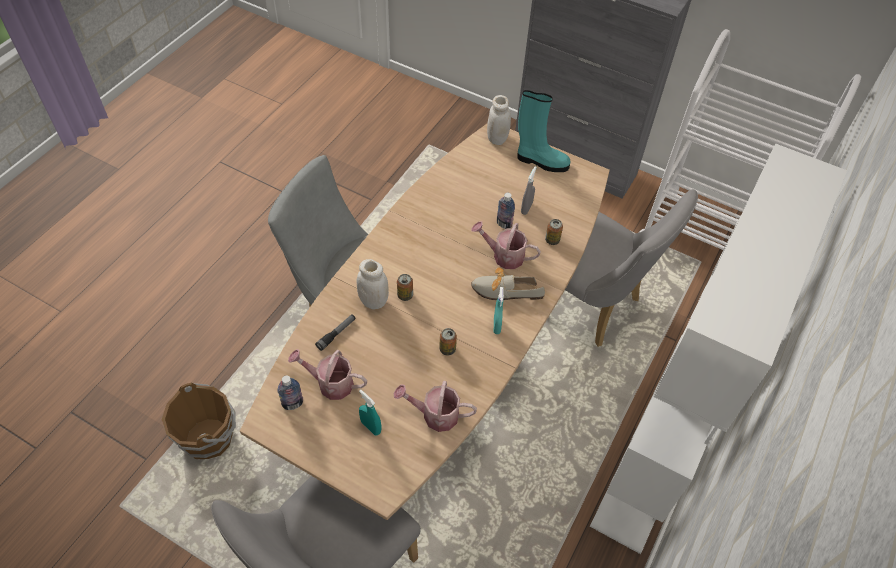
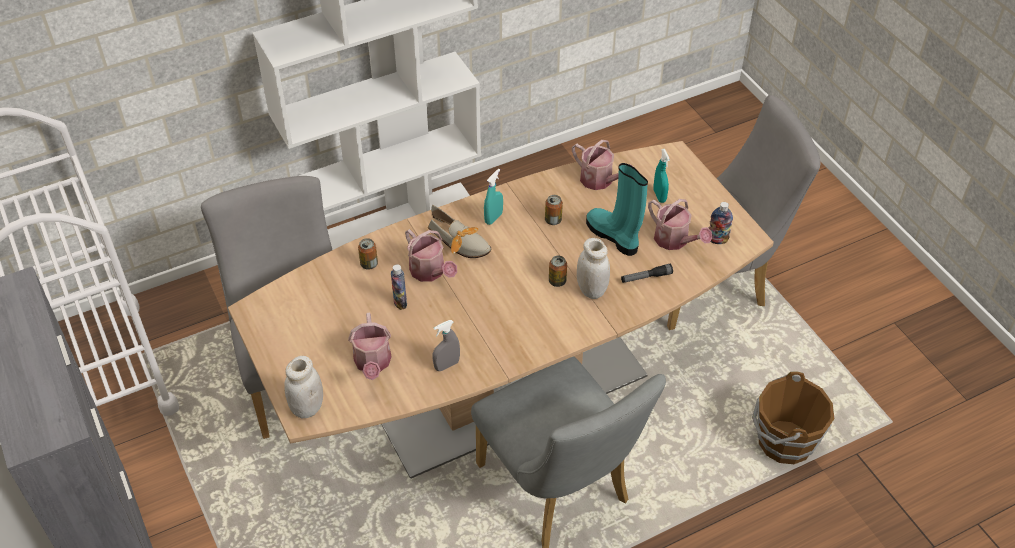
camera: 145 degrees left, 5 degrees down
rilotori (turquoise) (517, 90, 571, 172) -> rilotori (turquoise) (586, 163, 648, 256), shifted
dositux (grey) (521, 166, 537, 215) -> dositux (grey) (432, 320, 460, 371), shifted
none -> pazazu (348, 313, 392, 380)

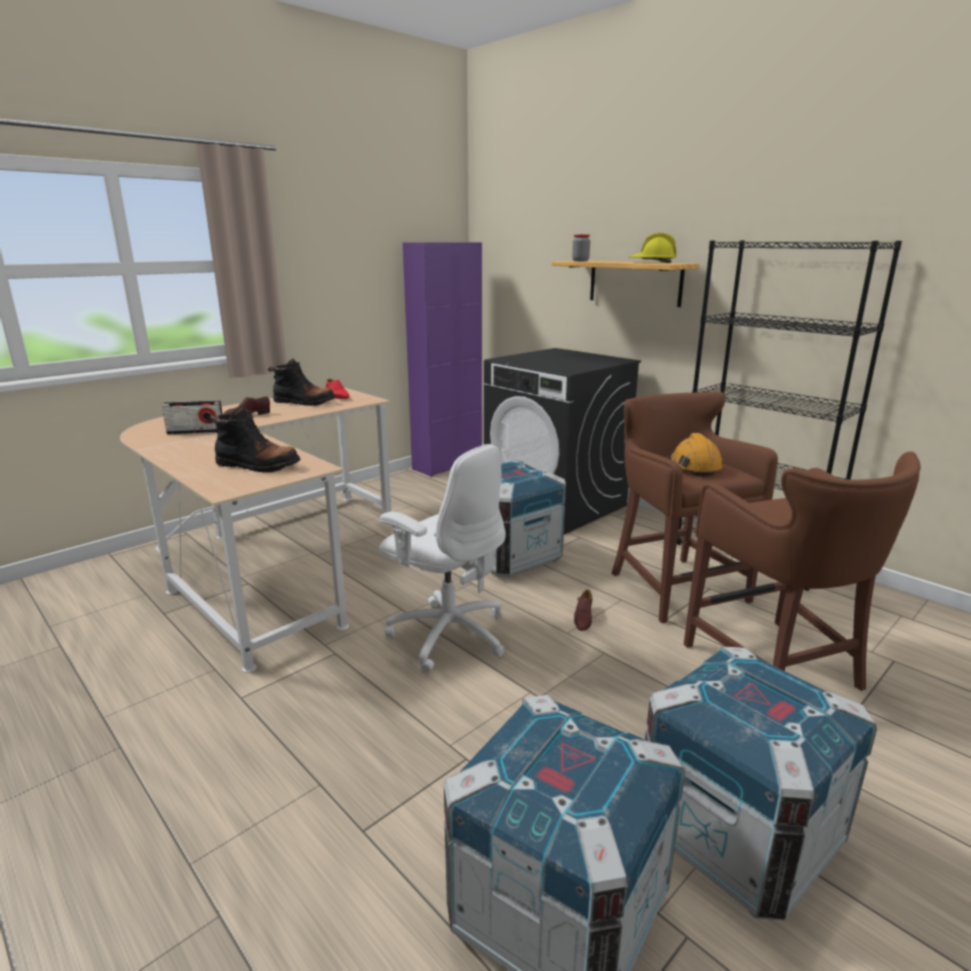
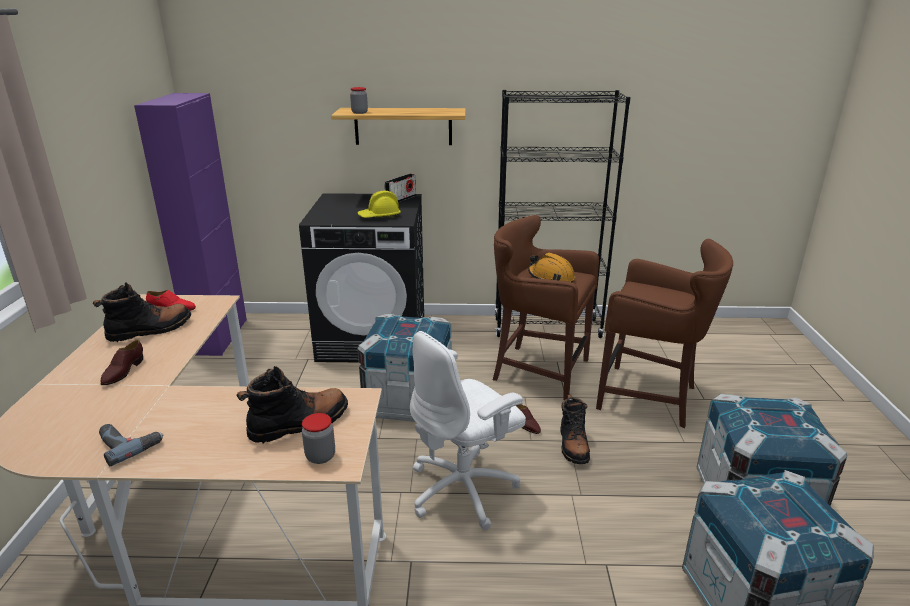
camera: 45 degrees left, 5 degrees up
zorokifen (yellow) (629, 233, 676, 263) -> zorokifen (yellow) (357, 191, 401, 218), shifted
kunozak (162, 400, 222, 434) -> kunozak (384, 174, 416, 202), shifted
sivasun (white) (379, 444, 506, 673) -> sivasun (white) (410, 331, 526, 530), 150 degrees clockwise
none -> rilotori (black) (560, 395, 590, 464)
none -> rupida (302, 413, 335, 464)
none -> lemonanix (99, 424, 163, 467)

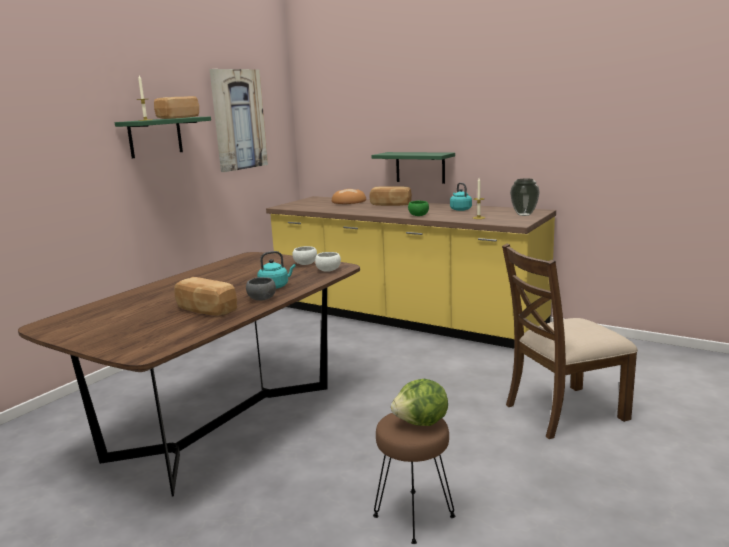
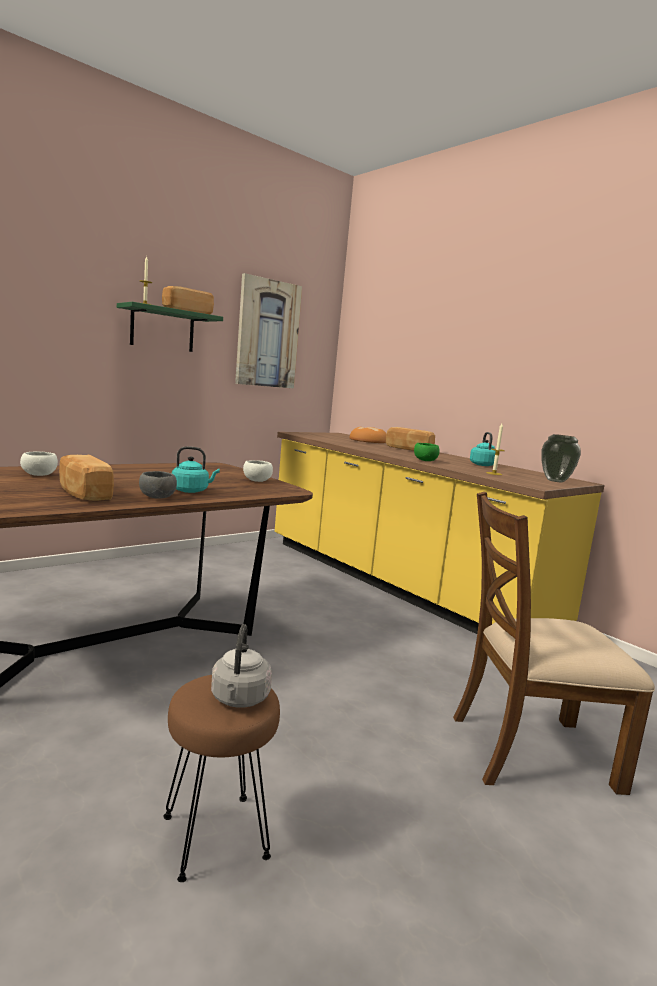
camera: 15 degrees right, 5 degrees down
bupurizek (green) (371, 152, 455, 184) -> none
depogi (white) (315, 252, 341, 272) -> depogi (white) (20, 451, 58, 476), shifted
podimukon (391, 379, 448, 426) -> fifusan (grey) (211, 624, 272, 708)

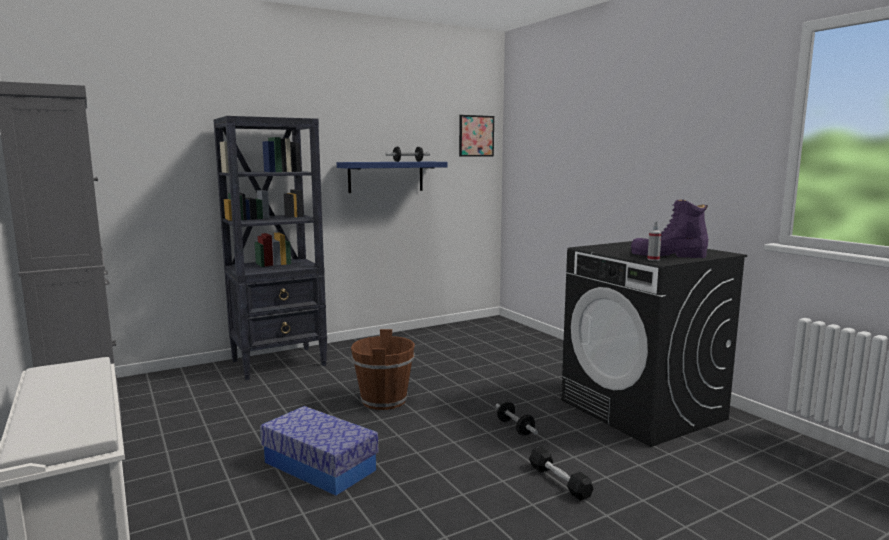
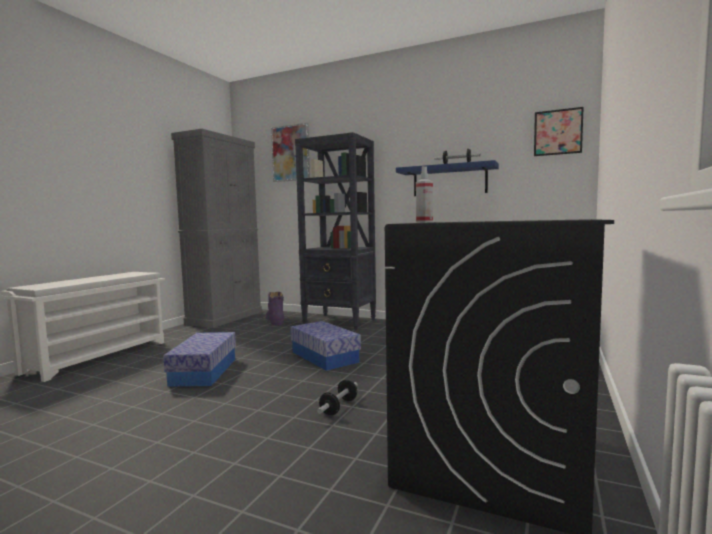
camera: 55 degrees right, 5 degrees down
rilotori (purple) (631, 199, 708, 258) -> rilotori (purple) (266, 292, 284, 325), shifted
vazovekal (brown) (351, 329, 415, 410) -> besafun (290, 321, 361, 371)
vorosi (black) (529, 447, 594, 501) -> none
none -> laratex (271, 123, 310, 182)

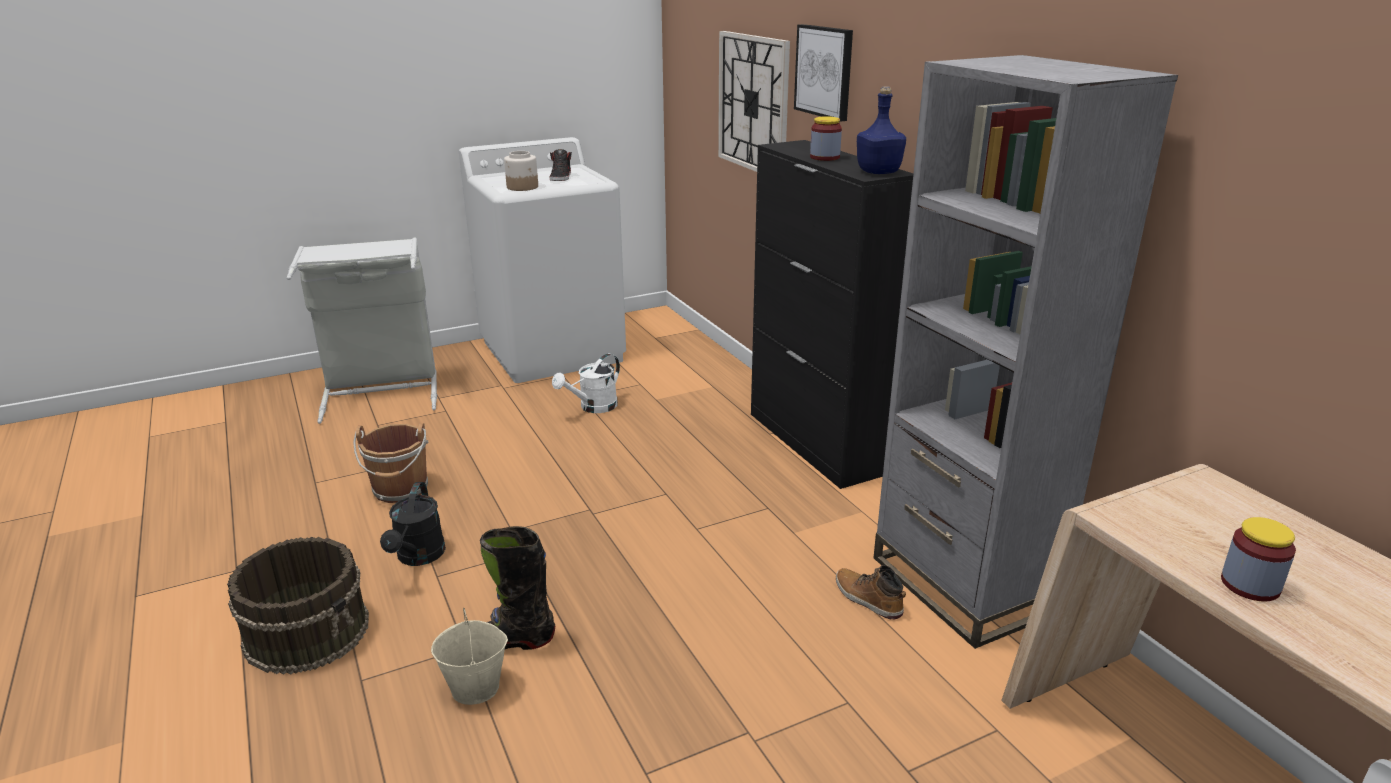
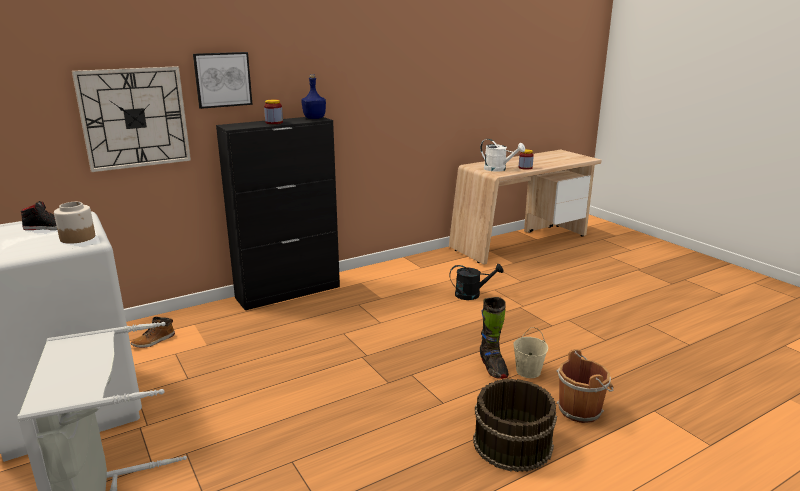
camera: 95 degrees left, 5 degrees down
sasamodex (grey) (873, 55, 1178, 649) -> none
pazazu (white) (552, 353, 620, 413) -> pazazu (white) (480, 139, 525, 172), shifted
vazovekal (brown) (353, 423, 428, 503) -> vazovekal (brown) (557, 349, 614, 423), shifted
pazazu (black) (380, 482, 446, 566) -> pazazu (black) (449, 264, 504, 300), shifted
rilotori (836, 565, 906, 620) -> rilotori (131, 317, 175, 348), shifted

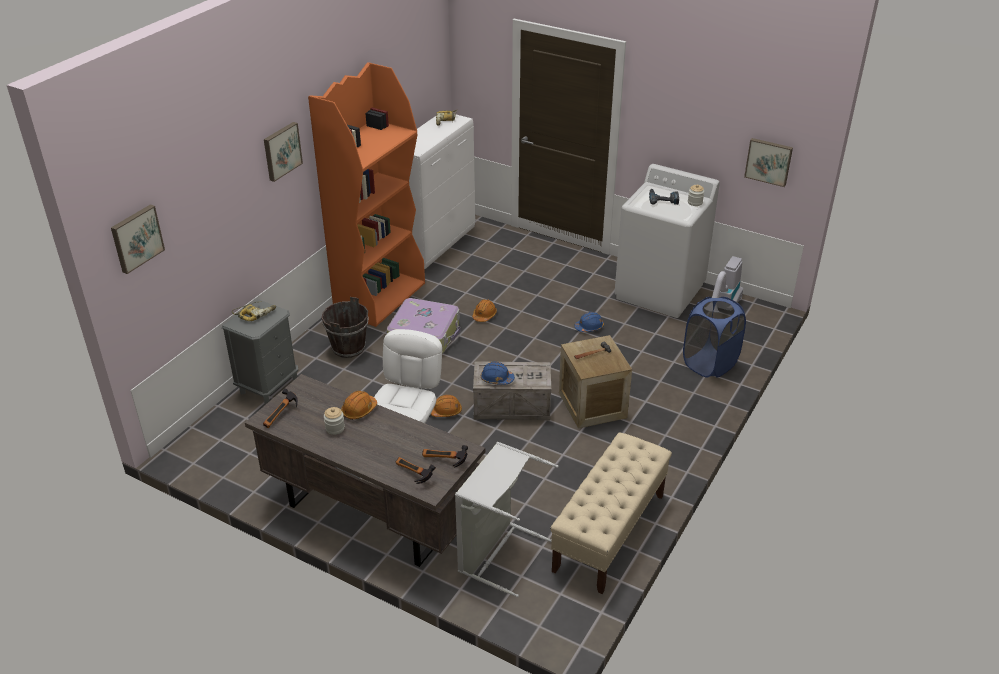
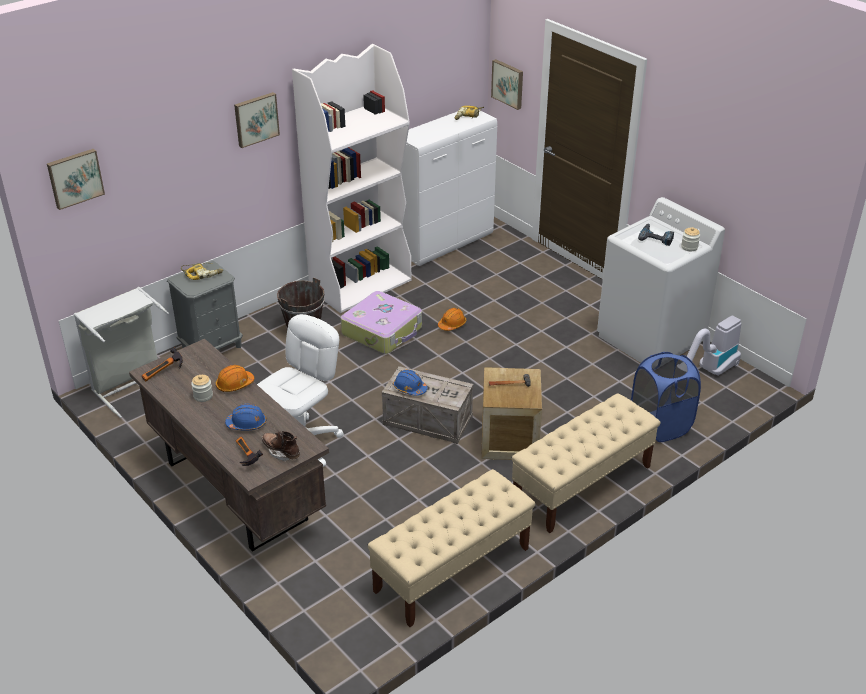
camera: 20 degrees right, 0 degrees up
sasamodex (orange) (308, 62, 425, 327) -> sasamodex (white) (292, 44, 411, 313)
laratex (744, 138, 793, 187) -> laratex (491, 59, 523, 110), shifted
zorokifen (blue) (574, 312, 604, 332) -> zorokifen (blue) (225, 404, 266, 431), shifted
zorokifen (orange) (430, 395, 462, 417) -> none
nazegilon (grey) (455, 442, 559, 597) -> nazegilon (grey) (74, 287, 169, 418), shifted
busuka (422, 445, 468, 467) -> rilotori (brown) (262, 431, 300, 462)
none -> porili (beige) (511, 393, 660, 533)

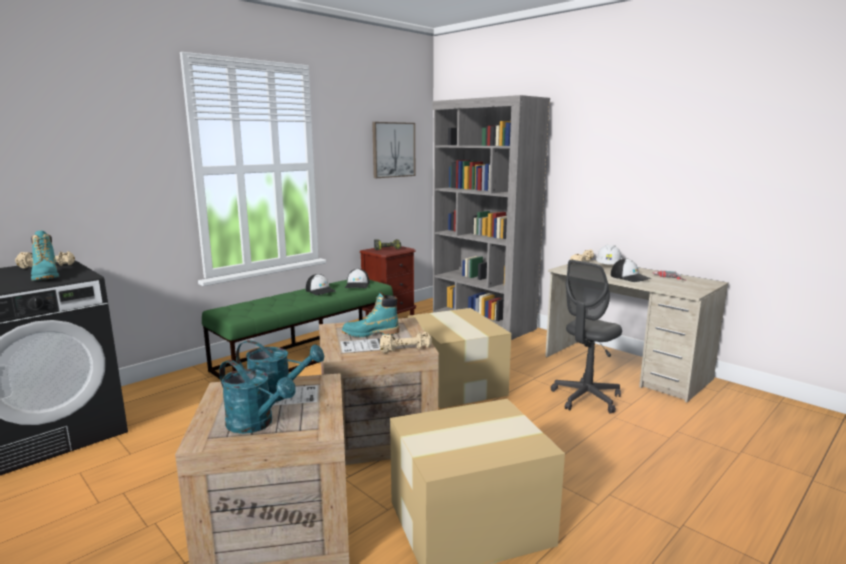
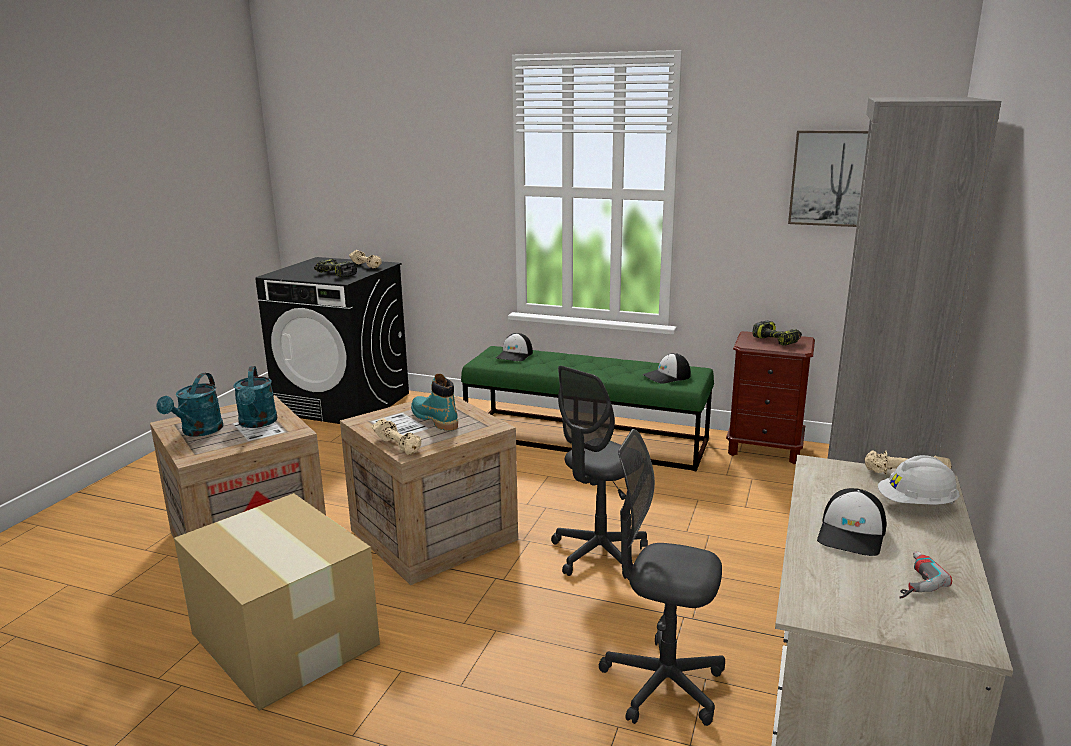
camera: 65 degrees right, 5 degrees up
rilotori (turquoise) (31, 231, 59, 281) -> lemonanix (314, 259, 357, 277)
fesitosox (306, 274, 336, 295) -> fesitosox (496, 333, 533, 361), shifted
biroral (408, 308, 511, 409) -> sivasun (grey) (551, 366, 648, 579)

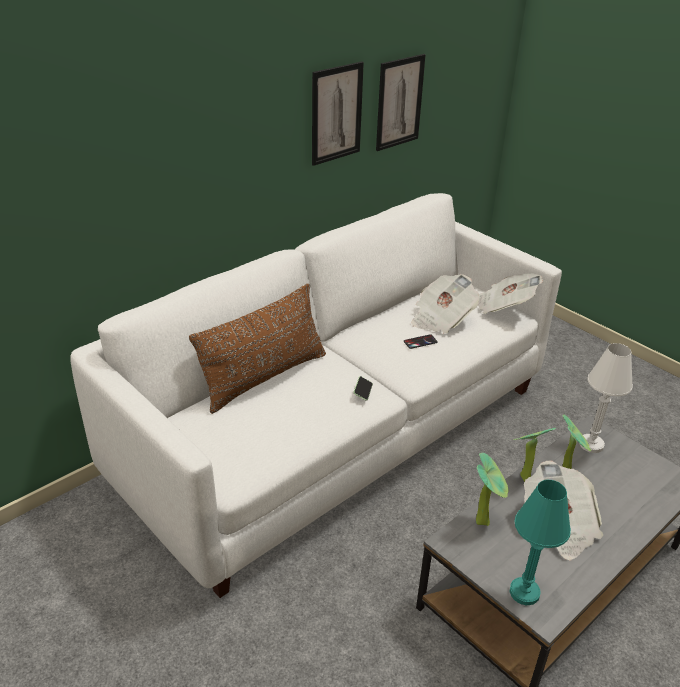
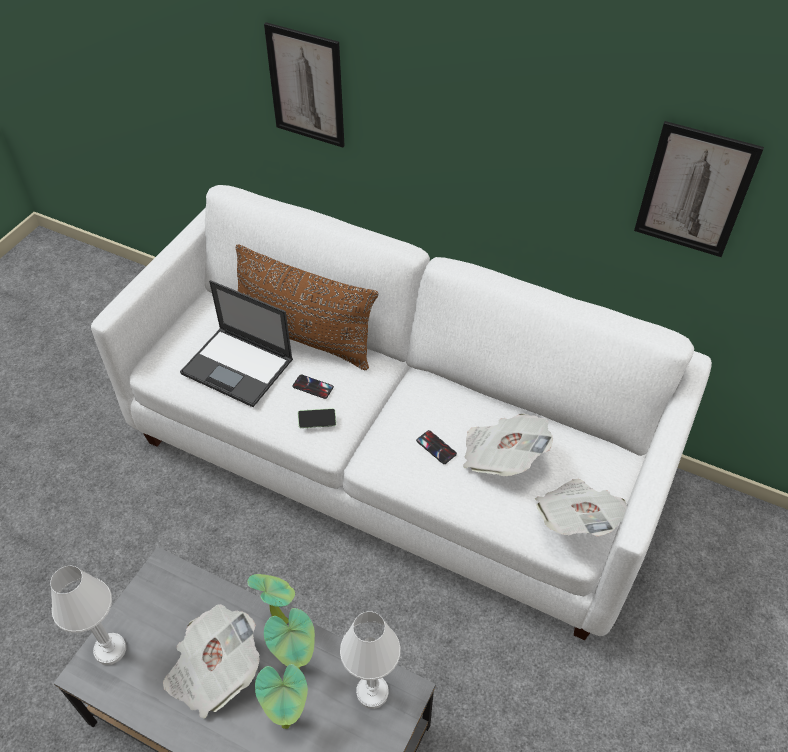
camera: 70 degrees right, 15 degrees up
laratex (312, 61, 364, 166) -> laratex (264, 22, 345, 148), shifted
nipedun (476, 453, 509, 526) -> nipedun (255, 664, 308, 729), shifted
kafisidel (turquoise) (509, 480, 571, 606) -> kafisidel (white) (50, 566, 126, 665)
none -> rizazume (180, 280, 293, 407)
none -> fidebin (292, 374, 334, 399)

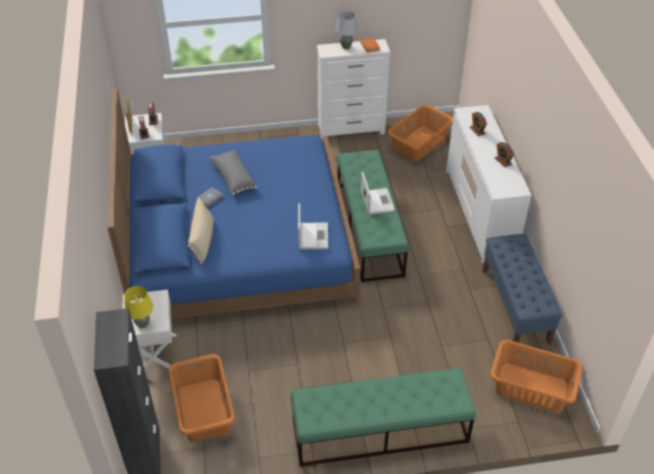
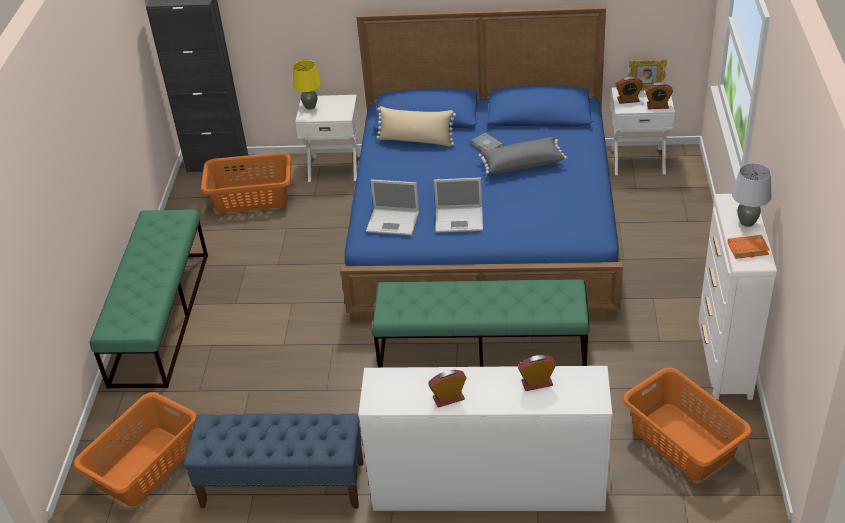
camera: 105 degrees right, 5 degrees down
rizazume (361, 172, 395, 215) -> rizazume (434, 178, 483, 233), shifted

